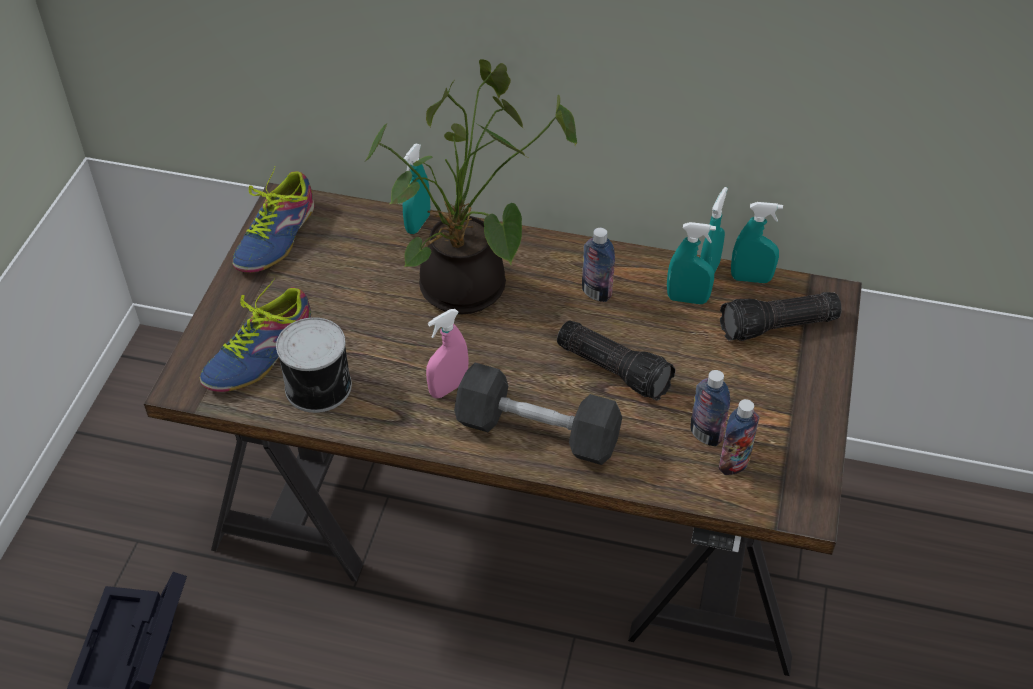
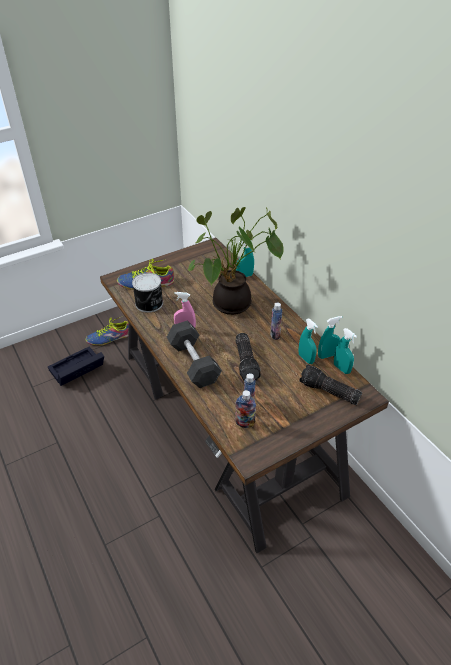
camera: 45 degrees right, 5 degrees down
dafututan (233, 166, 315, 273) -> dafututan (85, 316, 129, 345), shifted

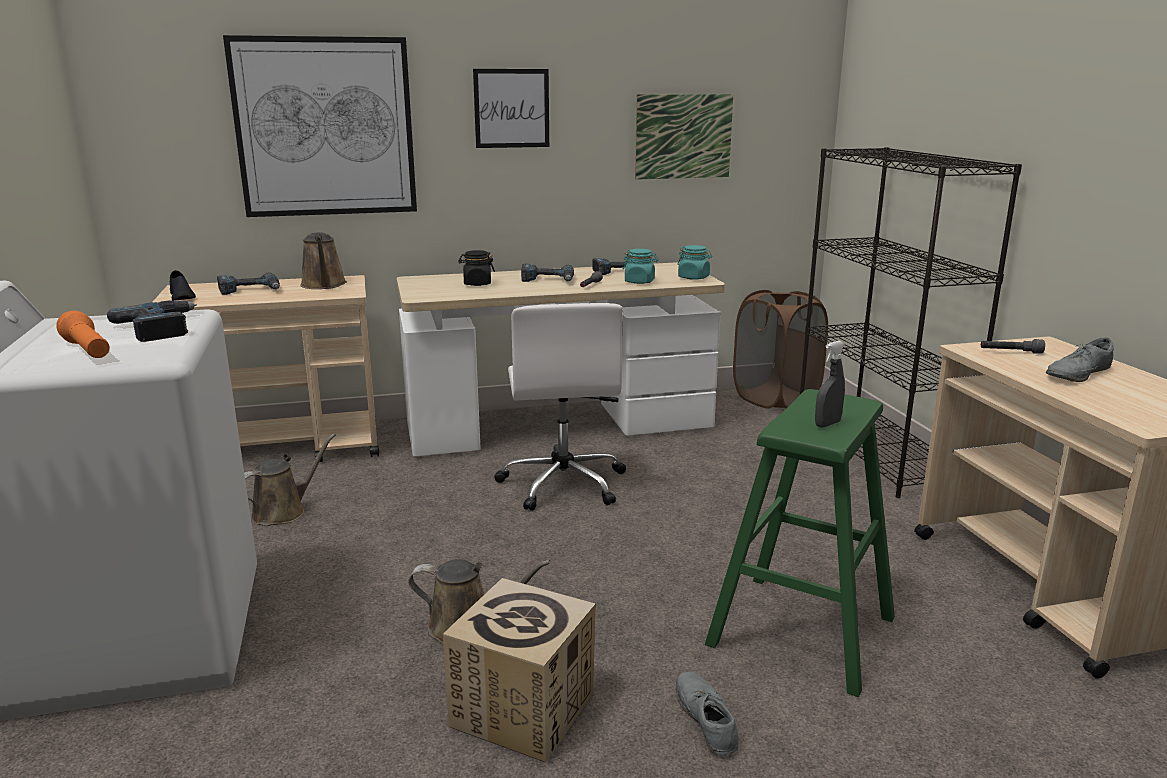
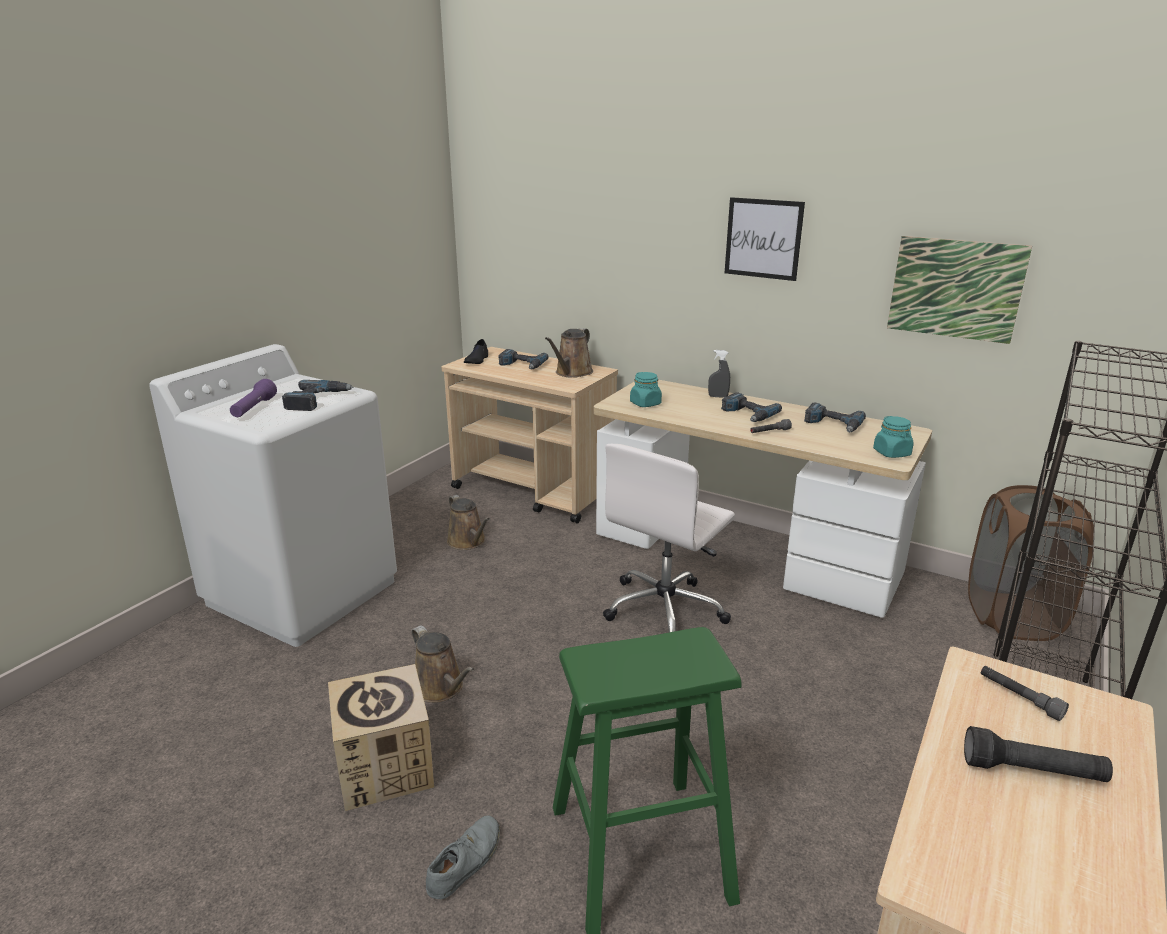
camera: 45 degrees right, 5 degrees up
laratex (223, 35, 417, 217) -> none
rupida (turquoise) (623, 249, 658, 284) -> rupida (turquoise) (630, 372, 662, 407), shifted
rupida (black) (459, 250, 495, 286) -> none
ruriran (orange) (56, 311, 110, 358) -> ruriran (purple) (230, 379, 277, 417)
dafututan (grey) (1046, 337, 1114, 382) -> ruriran (black) (964, 726, 1113, 782)
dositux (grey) (815, 341, 845, 428) -> dositux (grey) (708, 350, 730, 397), shifted
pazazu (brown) (244, 434, 336, 526) -> pazazu (brown) (447, 495, 490, 550), 60 degrees clockwise

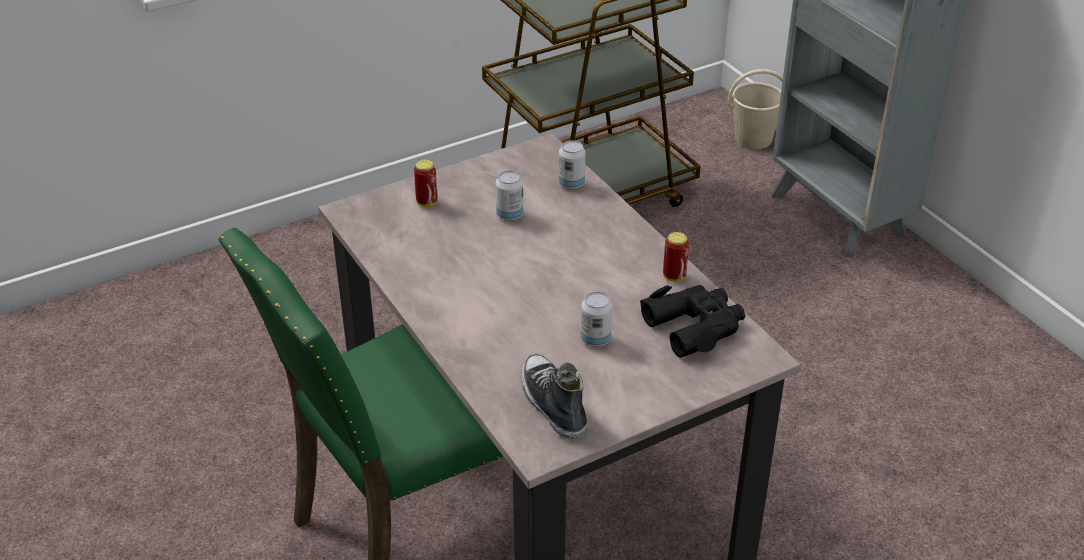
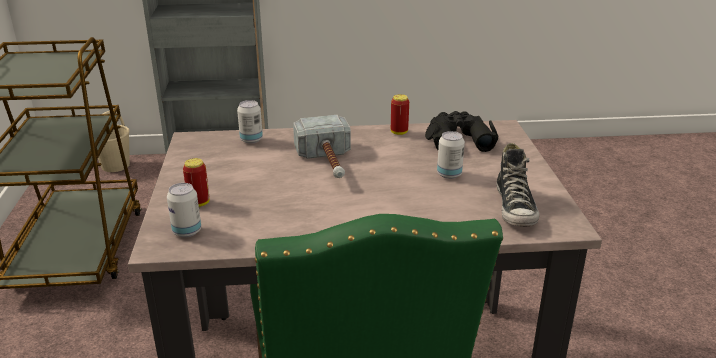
camera: 65 degrees left, 10 degrees down
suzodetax (496, 171, 523, 221) -> suzodetax (167, 183, 201, 237), shifted
dafututan (521, 354, 587, 440) -> dafututan (496, 143, 539, 227), 90 degrees counterclockwise
none -> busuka (293, 115, 351, 178)

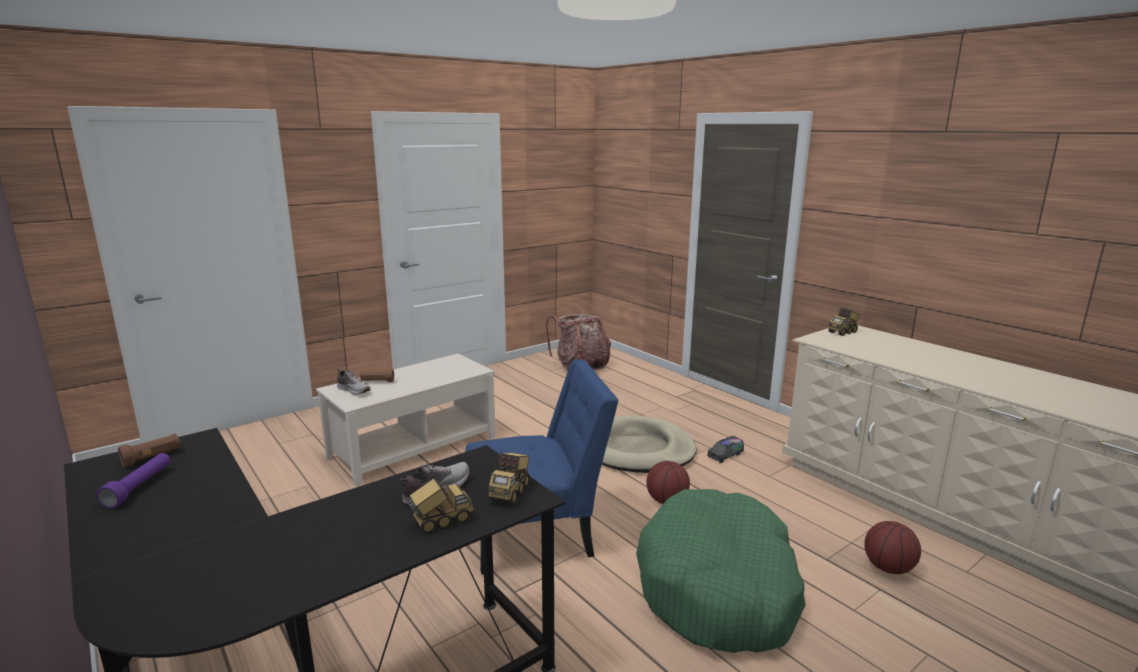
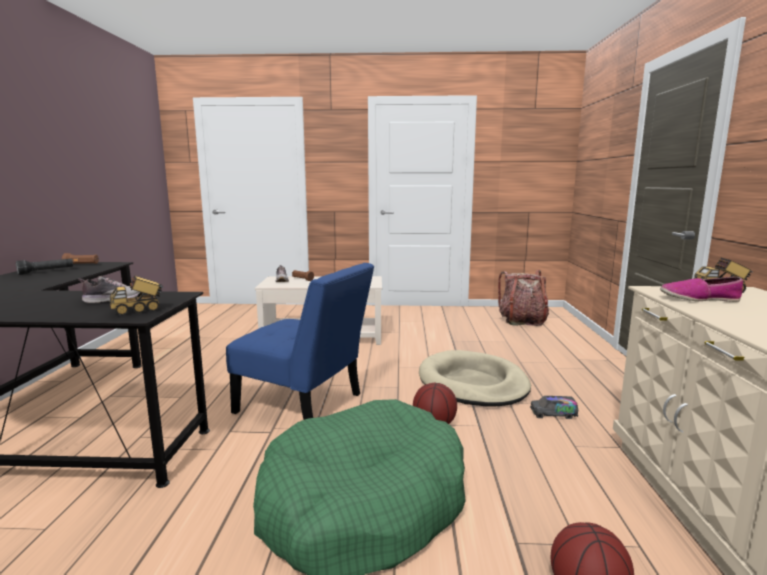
camera: 40 degrees right, 5 degrees down
ruriran (purple) (96, 453, 170, 509) -> ruriran (black) (16, 259, 73, 275)
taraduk (407, 478, 474, 534) -> none
none -> dafututan (660, 277, 743, 302)

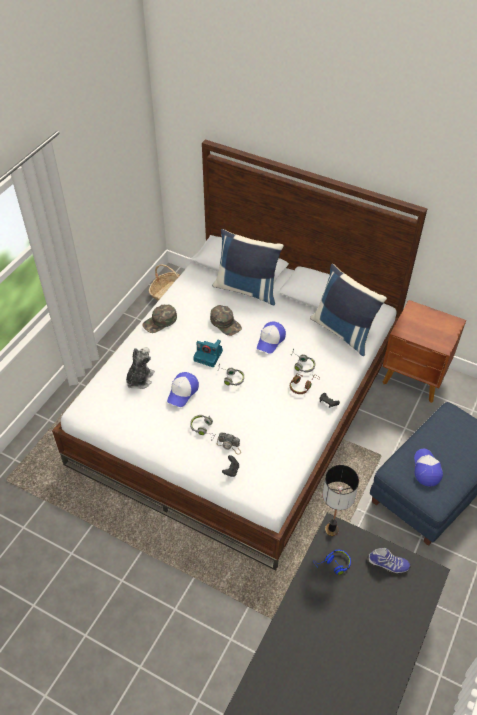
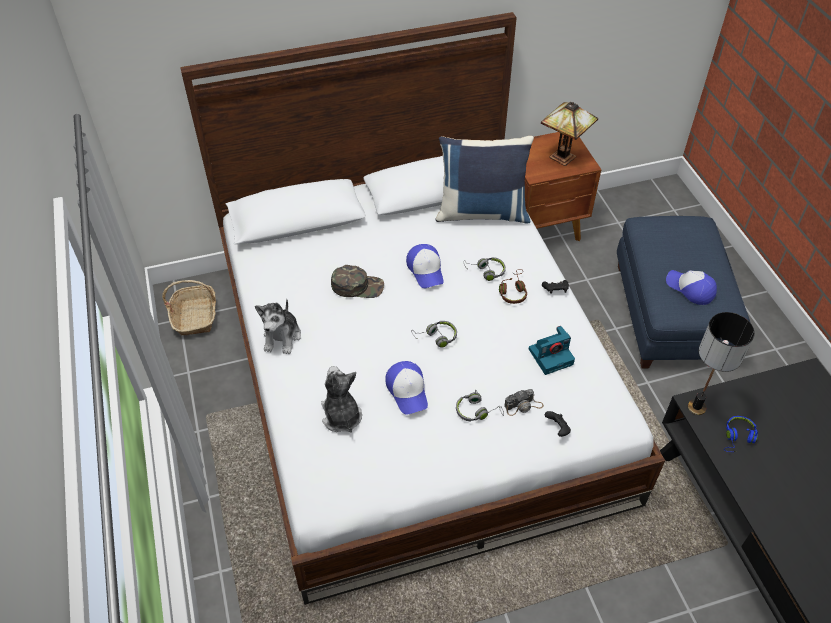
camera: 45 degrees left, 0 degrees up
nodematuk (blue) (212, 229, 284, 305) -> none
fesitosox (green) (142, 304, 177, 333) -> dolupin (255, 299, 301, 354)
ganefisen (193, 340, 223, 367) -> ganefisen (529, 326, 575, 375), shifted
dafututan (368, 548, 411, 574) -> none
none -> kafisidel (541, 102, 598, 166)

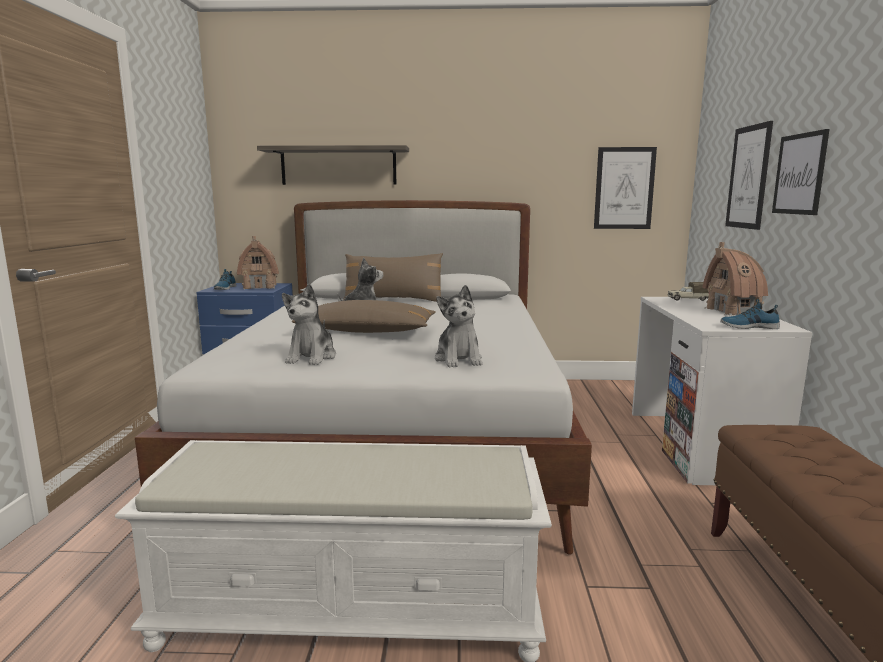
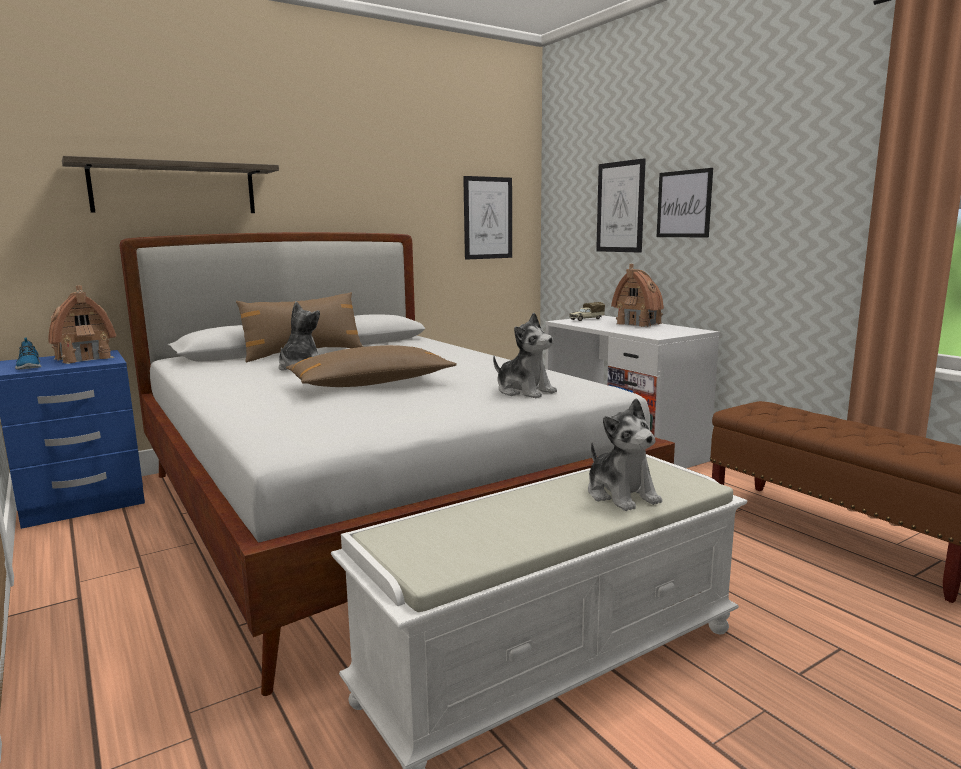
camera: 35 degrees left, 0 degrees up
dolupin (282, 284, 336, 365) -> dolupin (588, 398, 662, 511), shifted
dafututan (720, 299, 780, 329) -> none

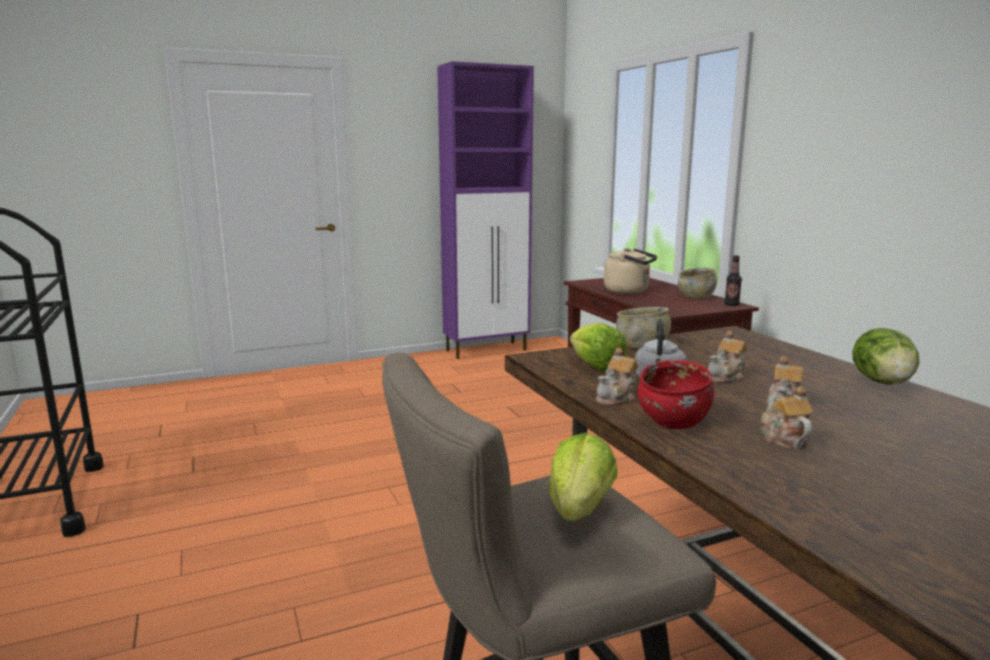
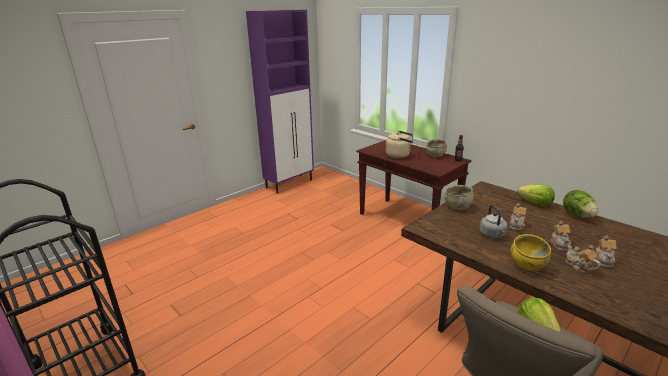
camera: 20 degrees left, 10 degrees up
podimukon (570, 323, 627, 371) -> podimukon (517, 184, 555, 207), shifted
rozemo (596, 348, 638, 406) -> rozemo (595, 235, 617, 268), shifted
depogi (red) (637, 360, 714, 429) -> depogi (yellow) (510, 234, 551, 271)

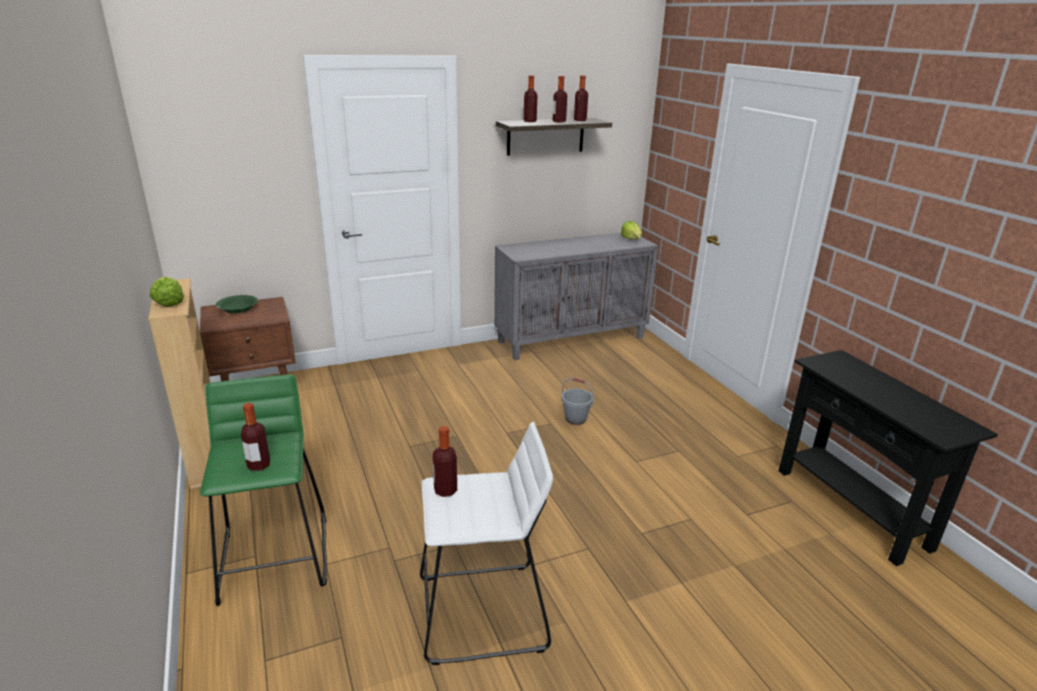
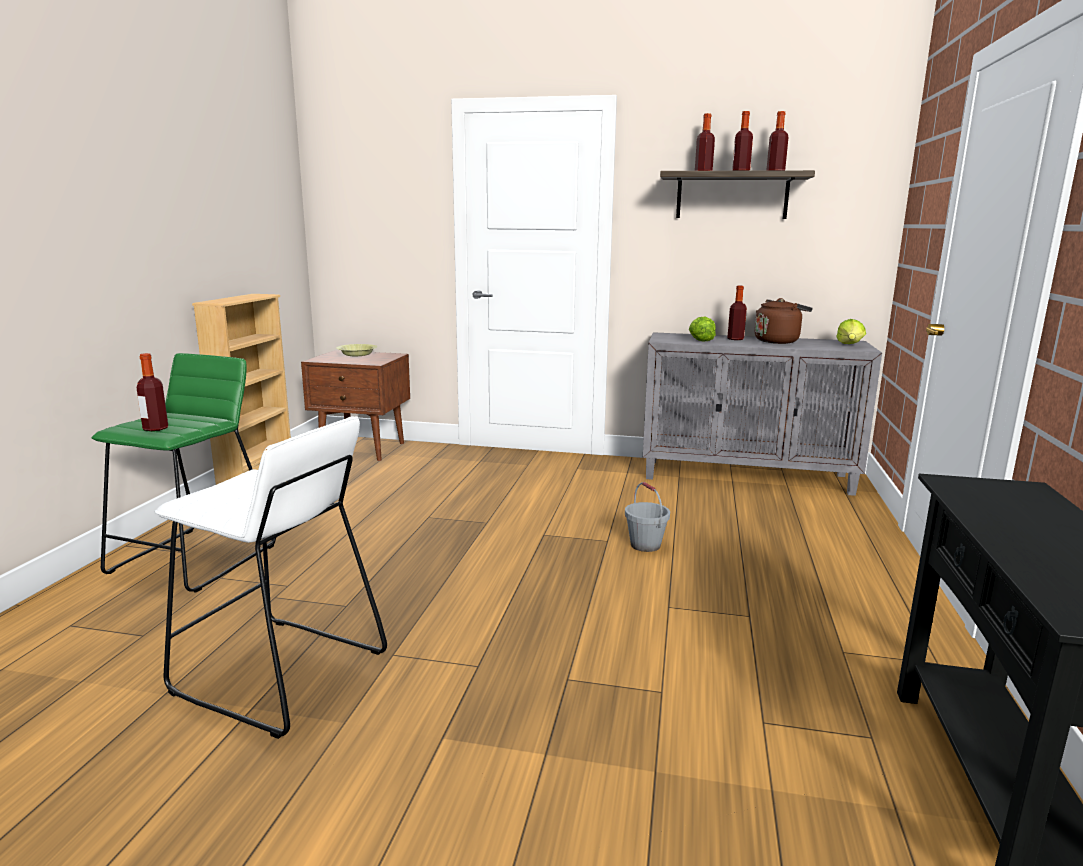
camera: 35 degrees right, 10 degrees down
podimukon (150, 277, 184, 306) -> podimukon (689, 317, 716, 342), shifted
depogi (green) (216, 295, 258, 313) -> depogi (yellow) (336, 344, 377, 356)
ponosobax (433, 426, 457, 497) -> ponosobax (727, 286, 747, 340), shifted
none -> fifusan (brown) (755, 298, 813, 344)

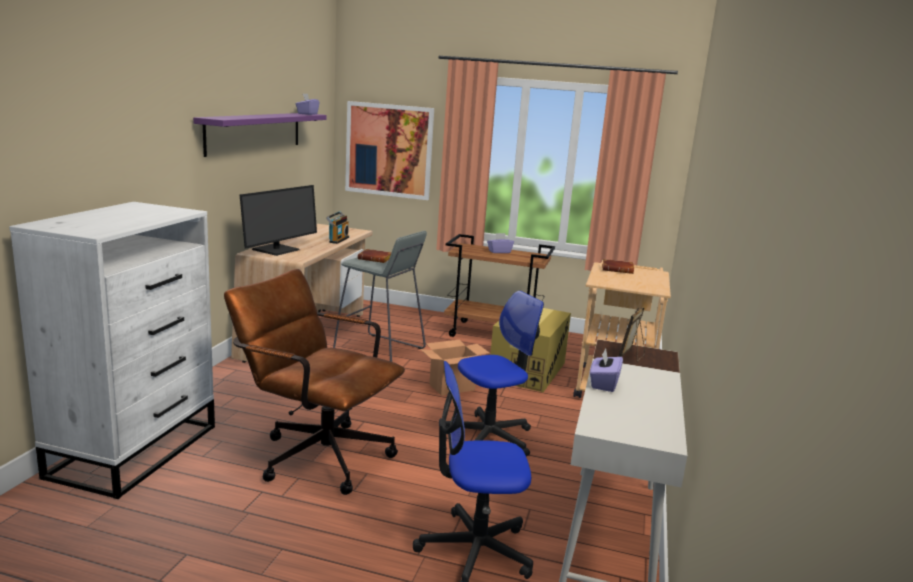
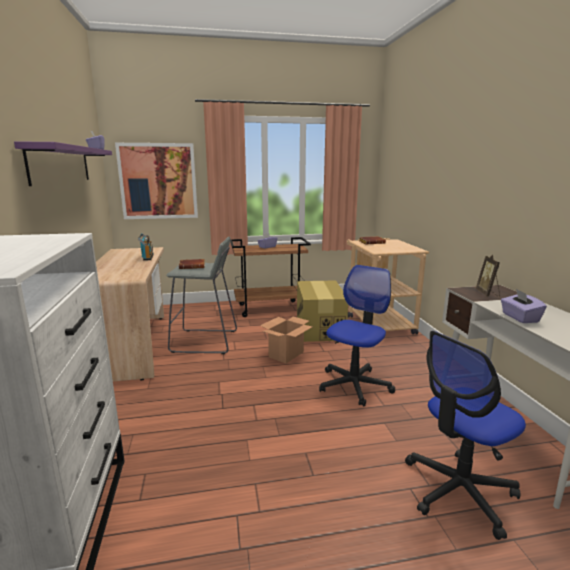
camera: 25 degrees left, 0 degrees up
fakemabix (240, 185, 317, 256) -> none
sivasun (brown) (224, 269, 405, 495) -> none

